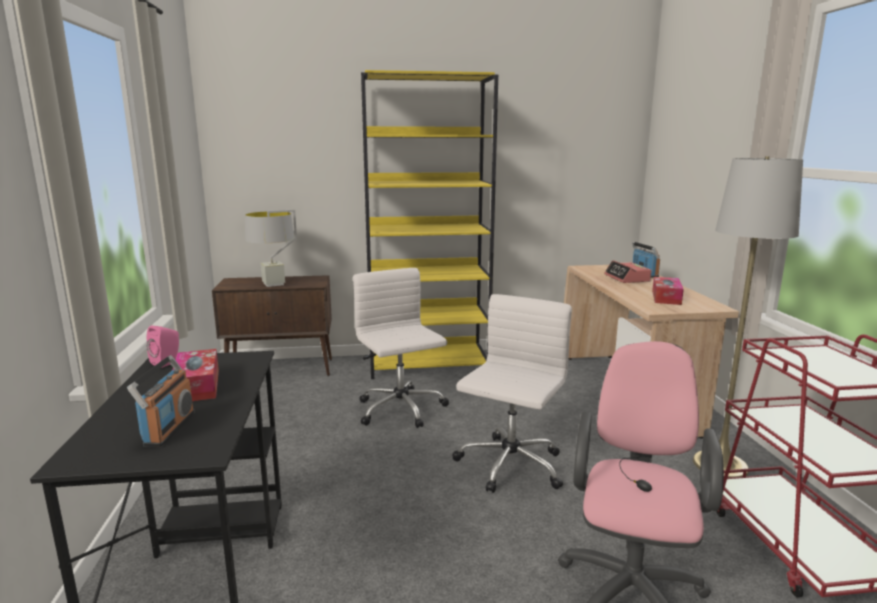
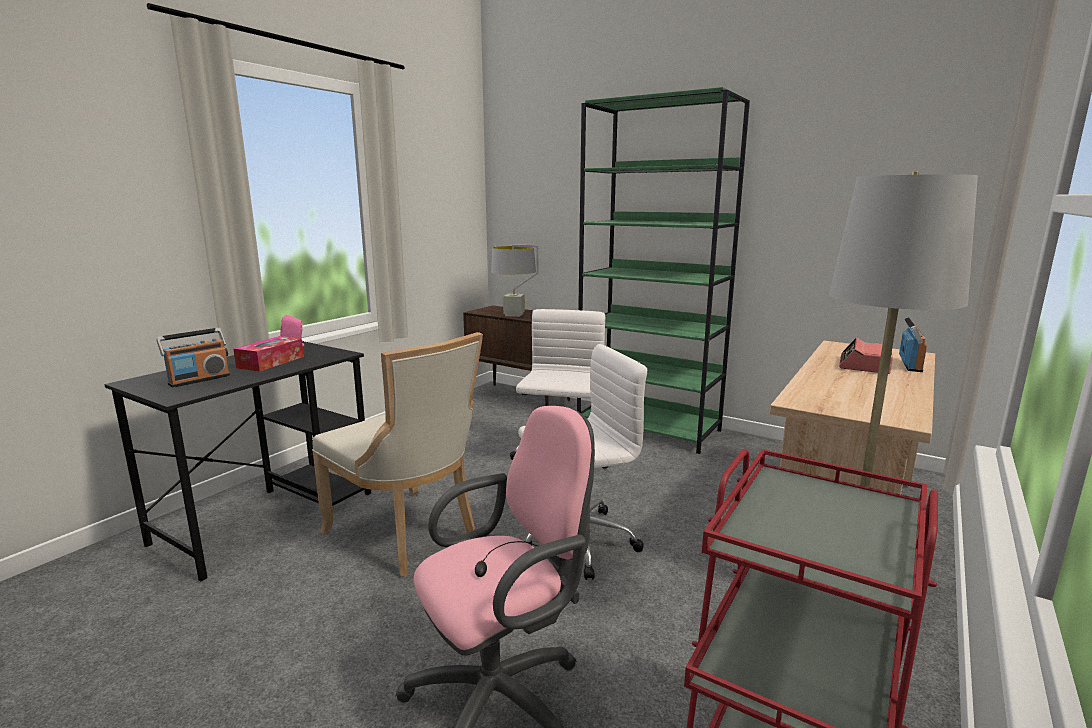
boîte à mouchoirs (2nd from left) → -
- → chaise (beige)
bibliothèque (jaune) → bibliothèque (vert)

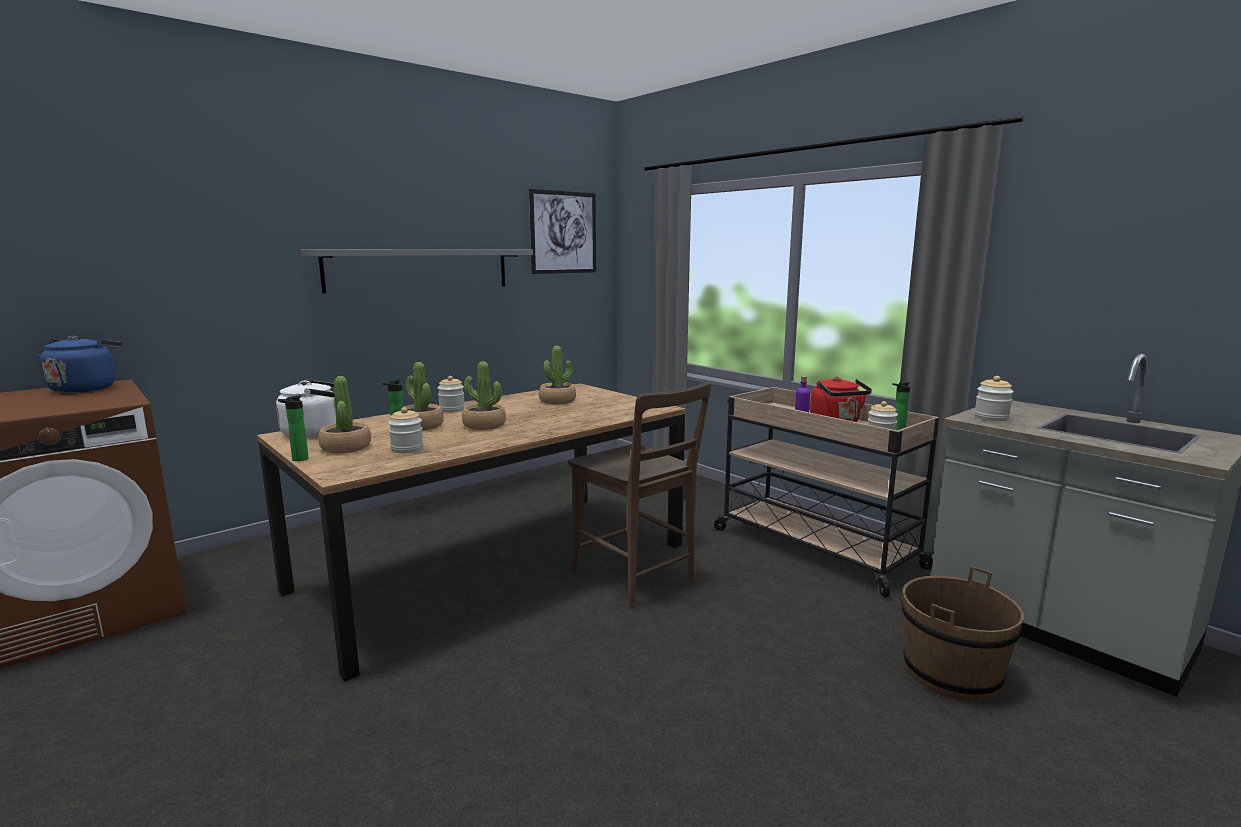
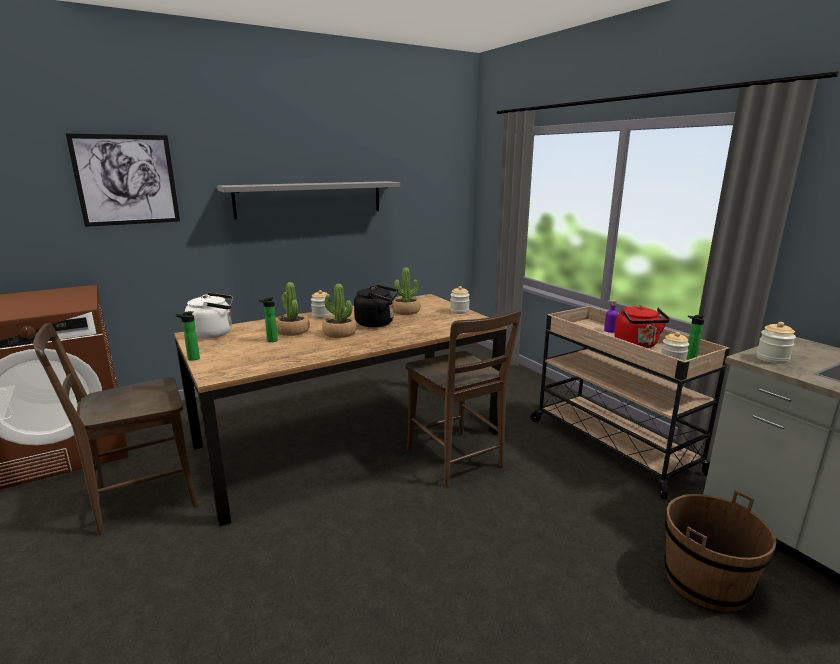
bouilloire (bleu) → -
plante en pot (1st from left) → -
- → chaise (marron) (1st from left)
- → bouilloire (noir)
bocal (1st from left in the first image) → bocal (2nd from left), moved
tableau, moved

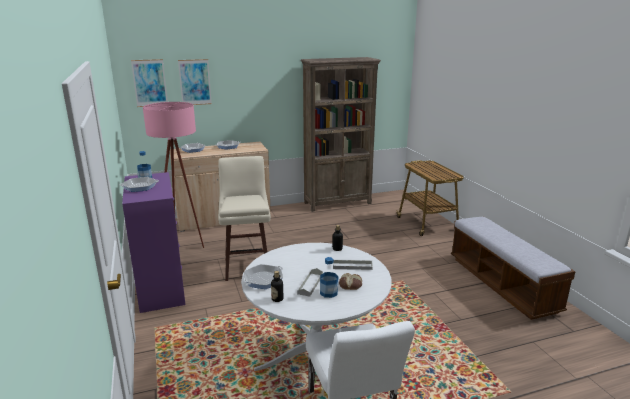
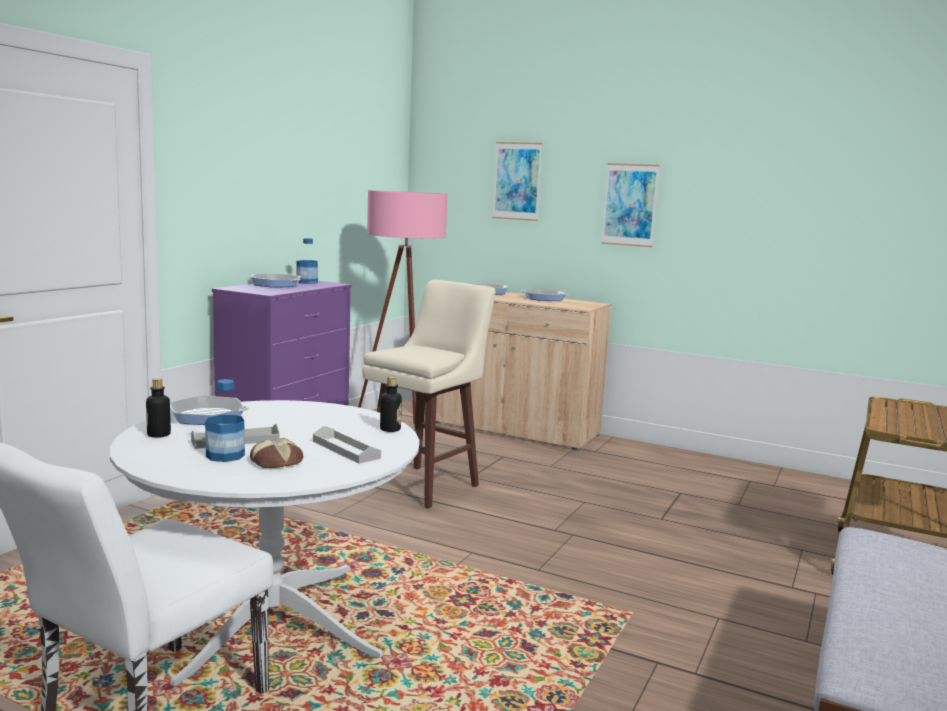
bibliothèque (marron) → -
tableau (1st from left in the first image) → tableau (2nd from left), moved

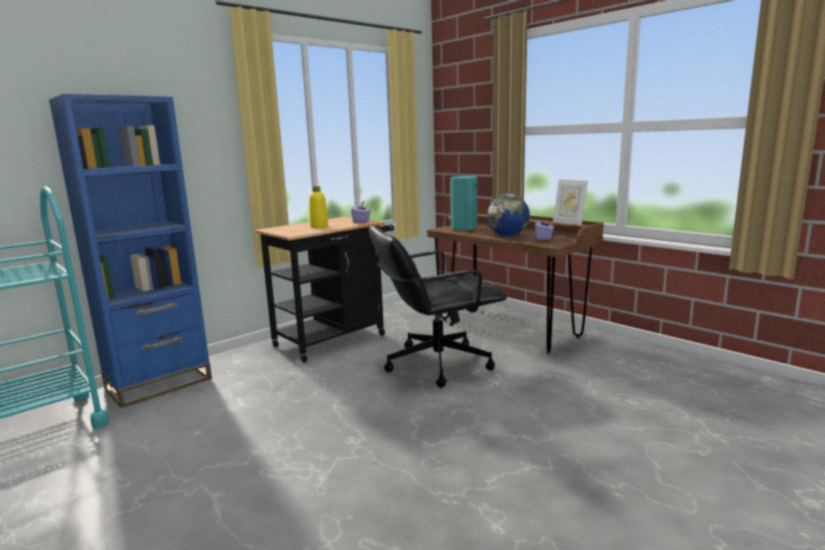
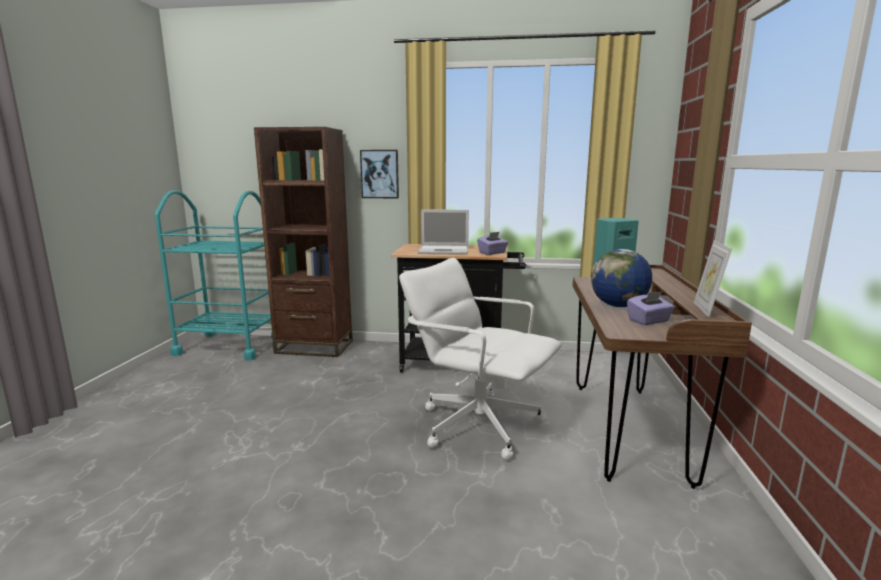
- → tableau
bouteille (jaune) → ordinateur portable
bibliothèque (bleu) → bibliothèque (marron)
chaise de bureau (noir) → chaise de bureau (blanc)

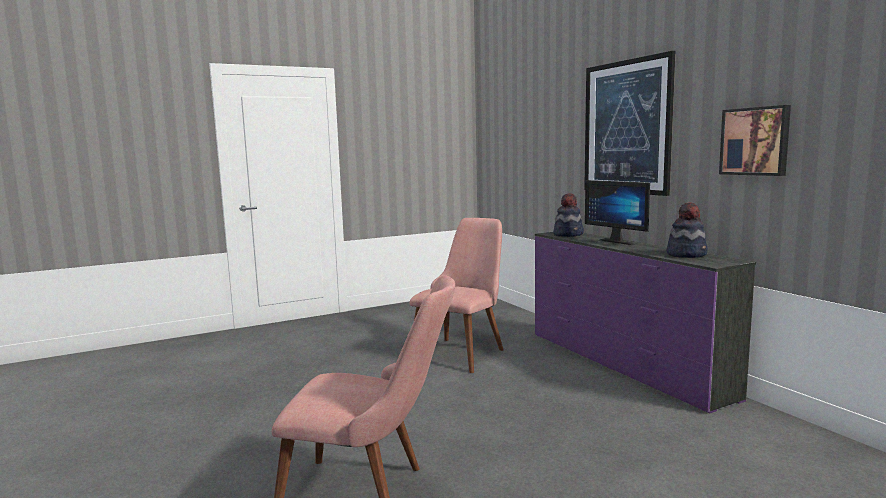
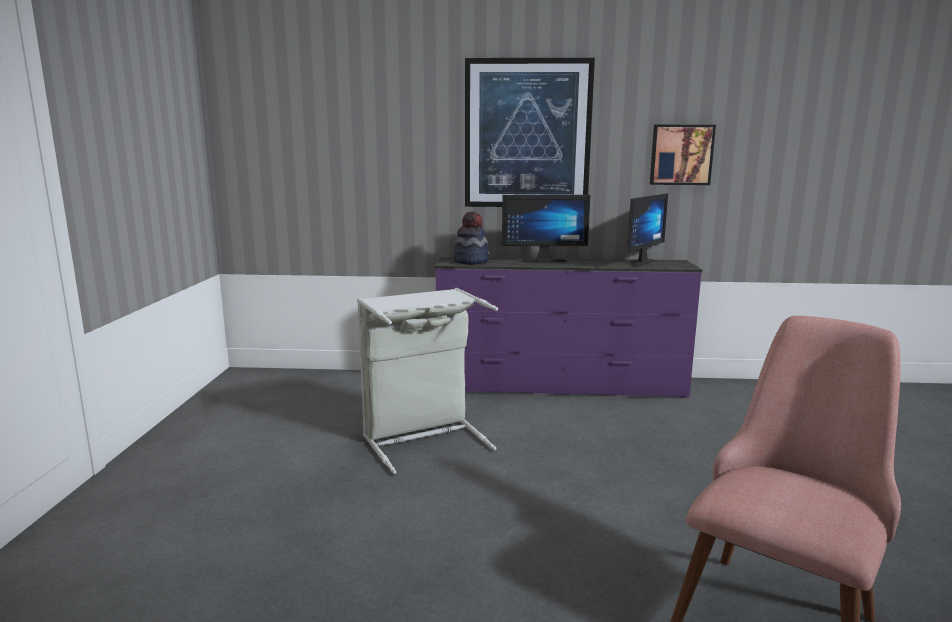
chaise (rose) (2nd from left) → panier à linge (gris)
chapeau (2nd from left) → écran d'ordinateur (2nd from left)

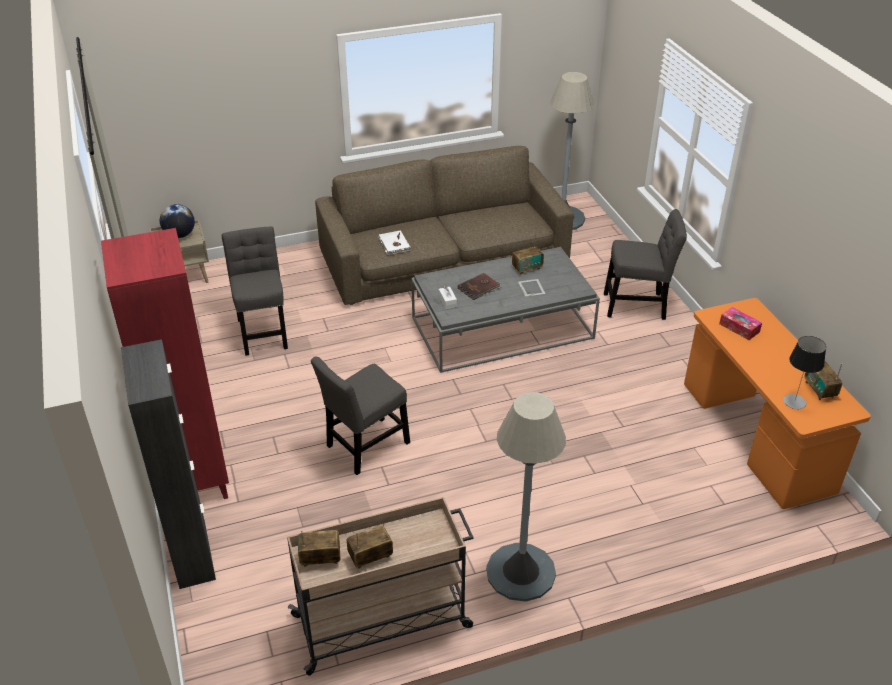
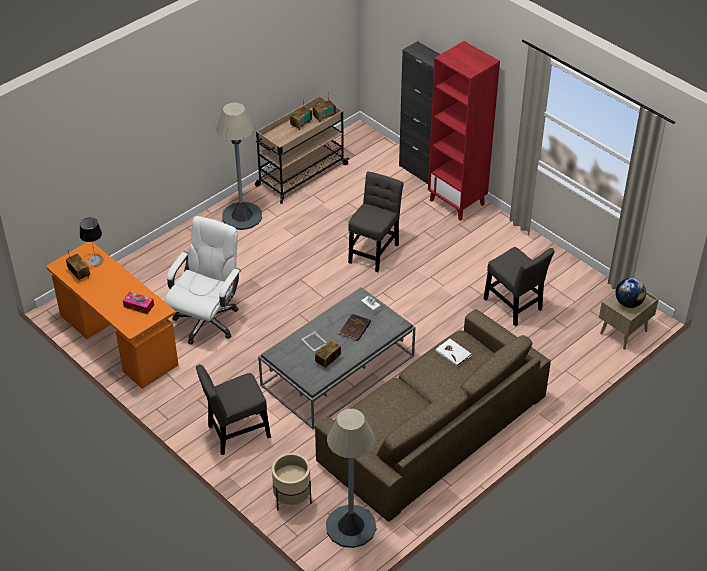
- → chaise de bureau (blanc)
- → cache-pot (beige)

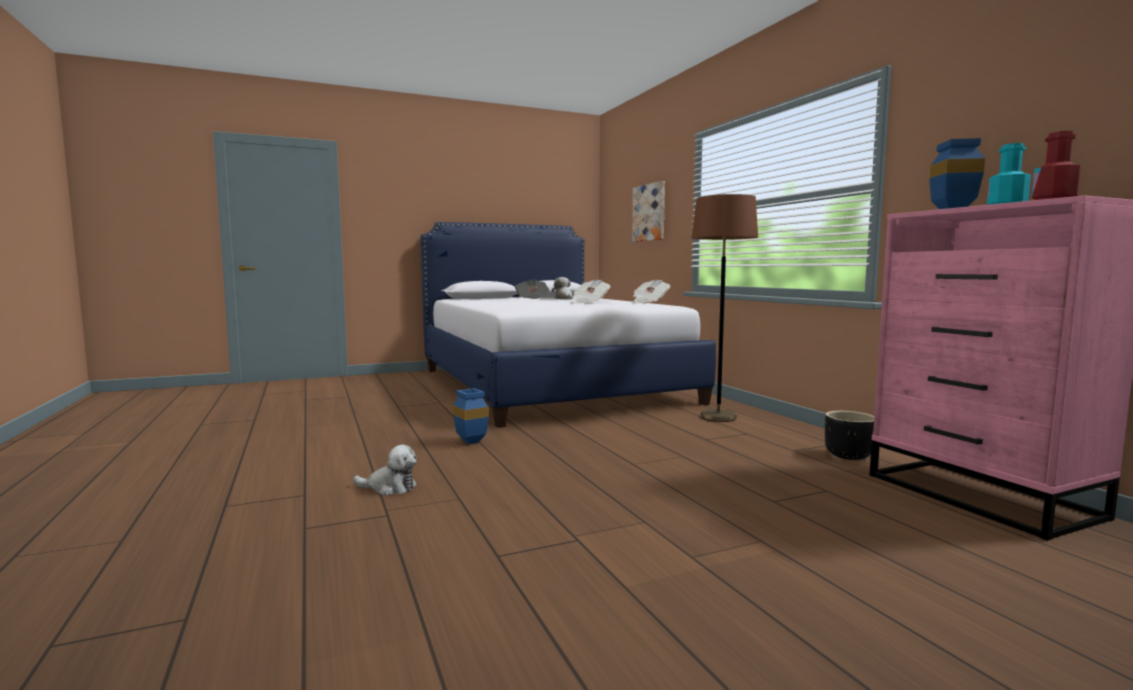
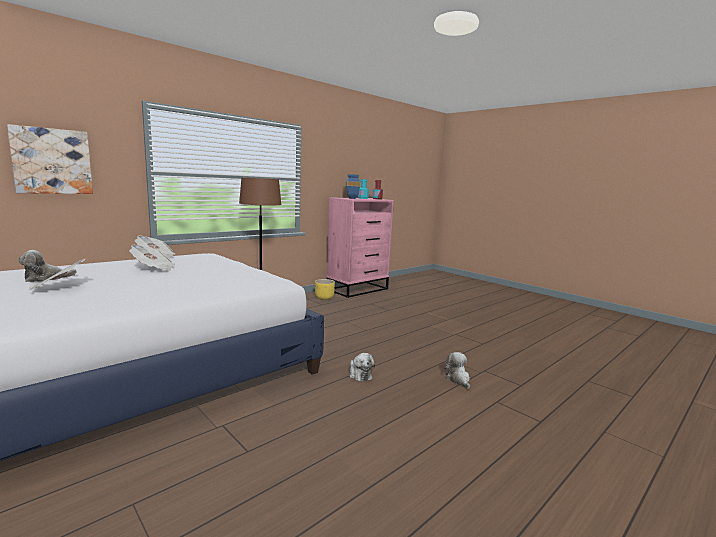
vase (bleu) (1st from left) → peluche (2nd from left)
cache-pot (noir) → cache-pot (jaune)

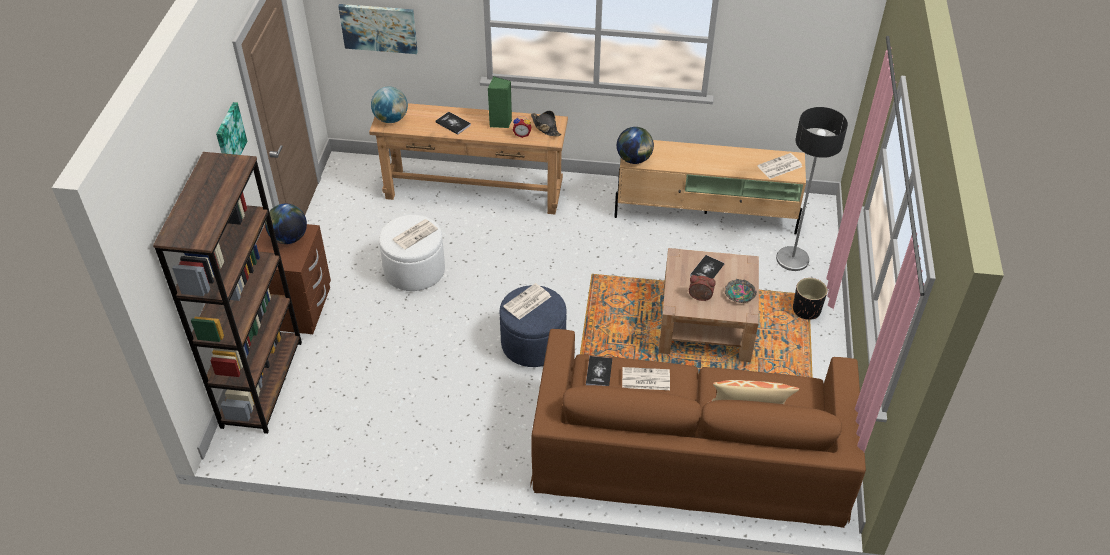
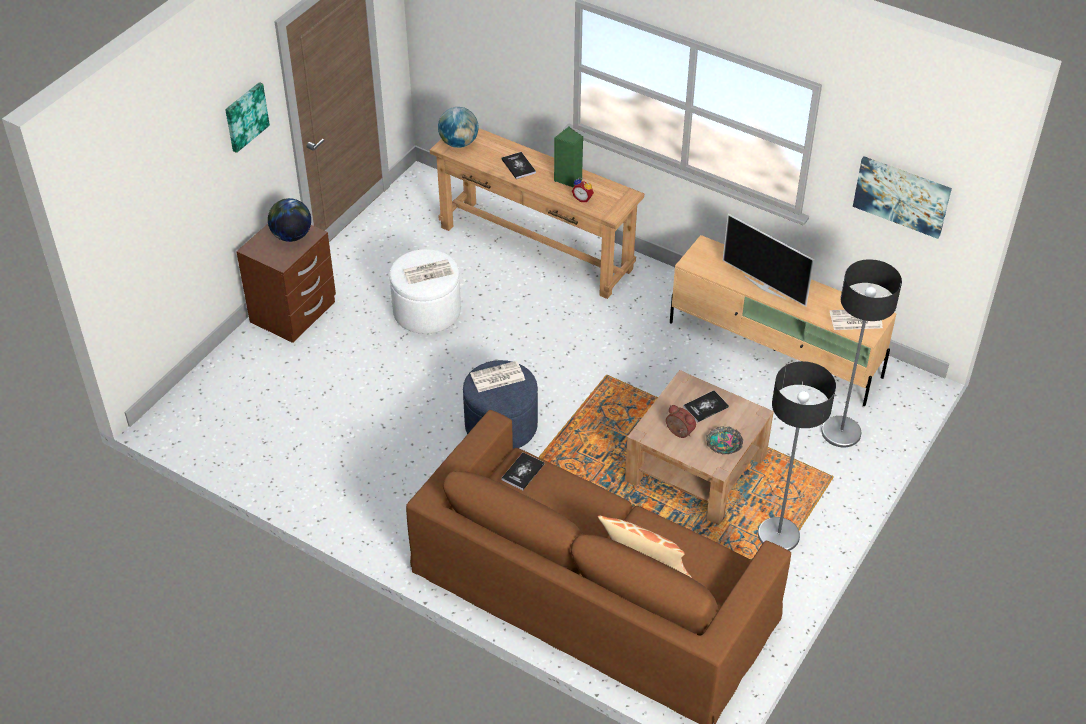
bibliothèque (marron) → -
chapeau (noir) → -
globe (3rd from left) → -
journal (3rd from left) → -
cache-pot (noir) → -
- → téléviseur
- → lampadaire (1st from left)
tableau (2nd from left), moved

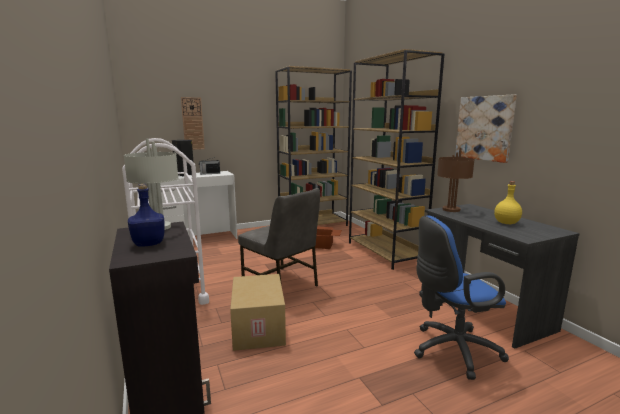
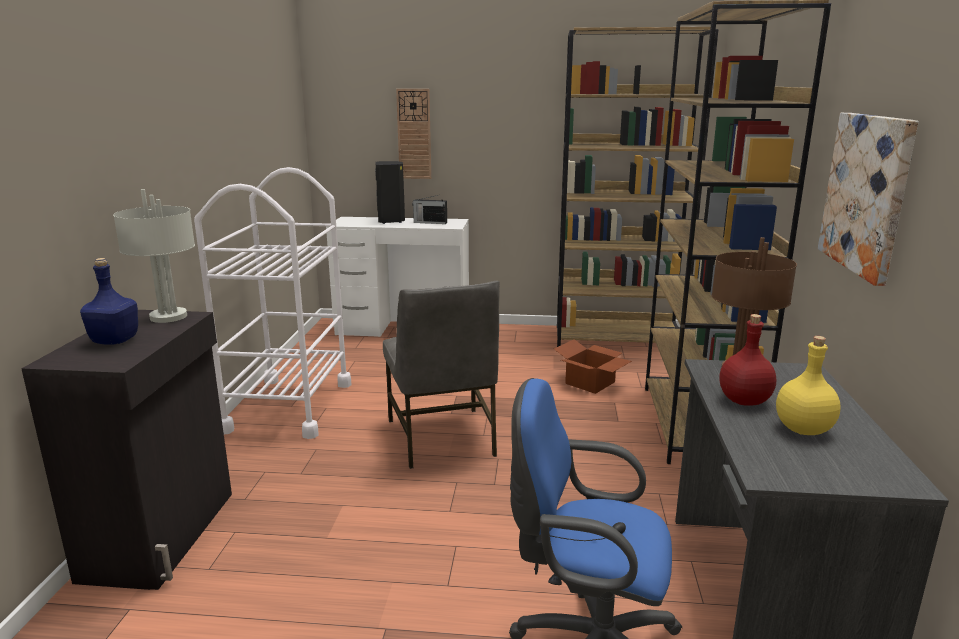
carton (1st from left) → -
- → bouteille (rouge)

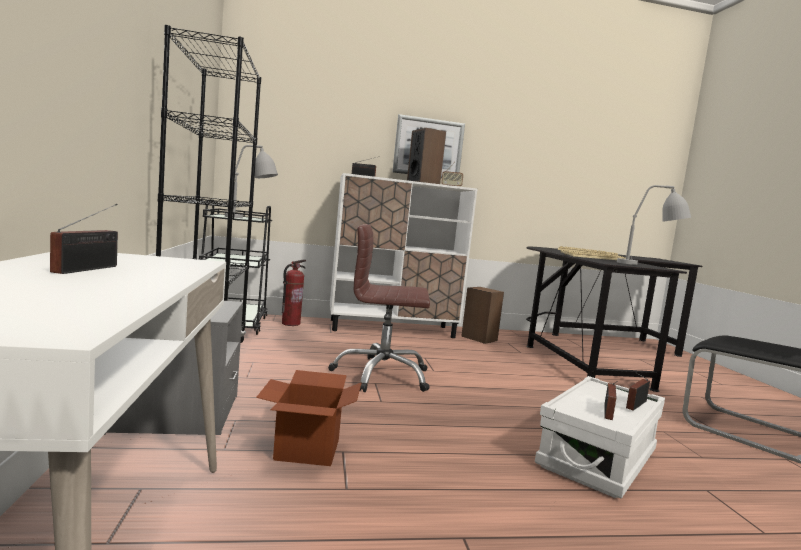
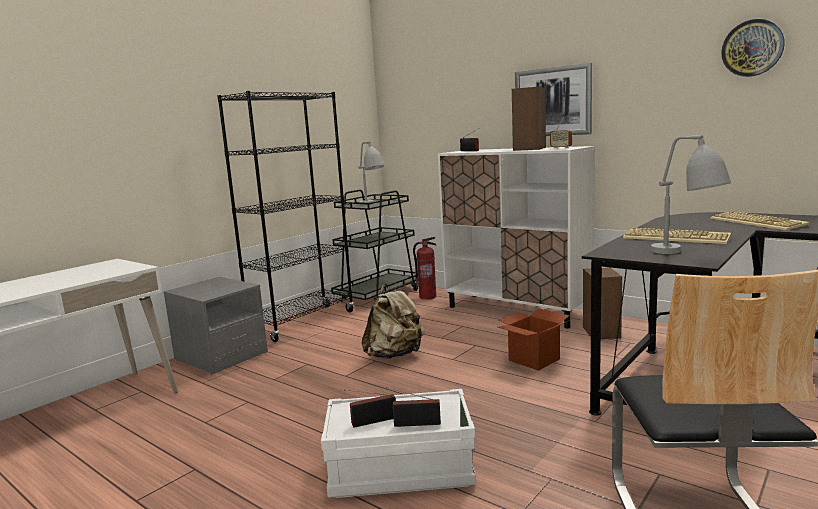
radio (1st from left) → -
- → horloge murale
carton, moved
chaise de bureau (marron) → sac à dos (beige)

